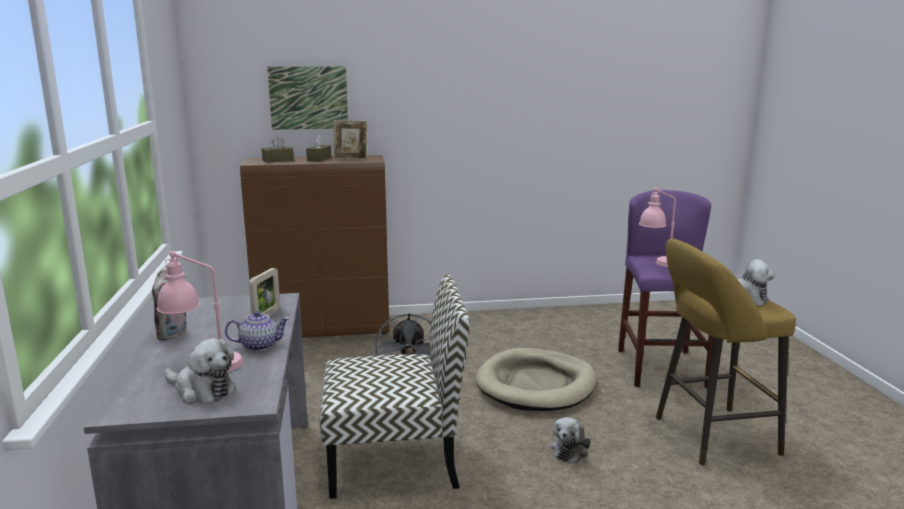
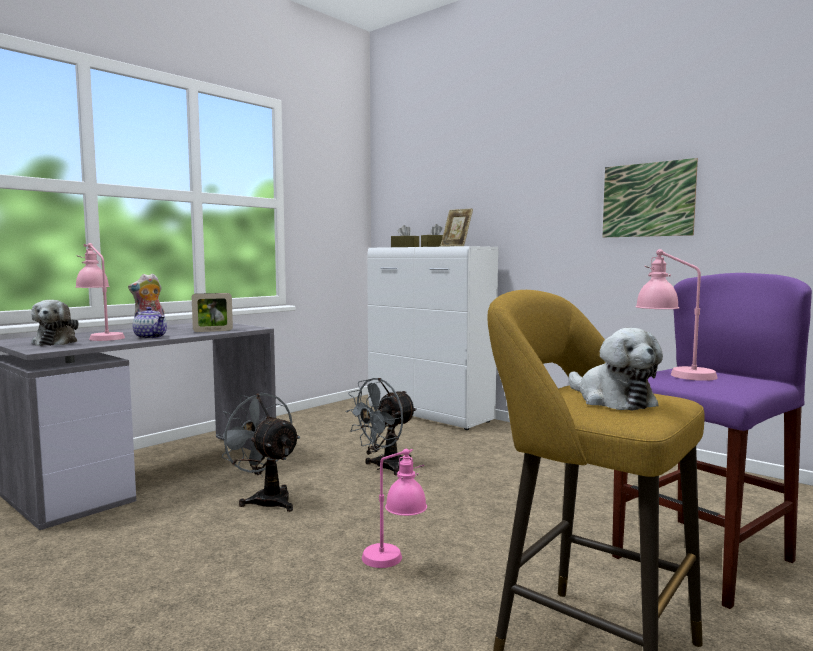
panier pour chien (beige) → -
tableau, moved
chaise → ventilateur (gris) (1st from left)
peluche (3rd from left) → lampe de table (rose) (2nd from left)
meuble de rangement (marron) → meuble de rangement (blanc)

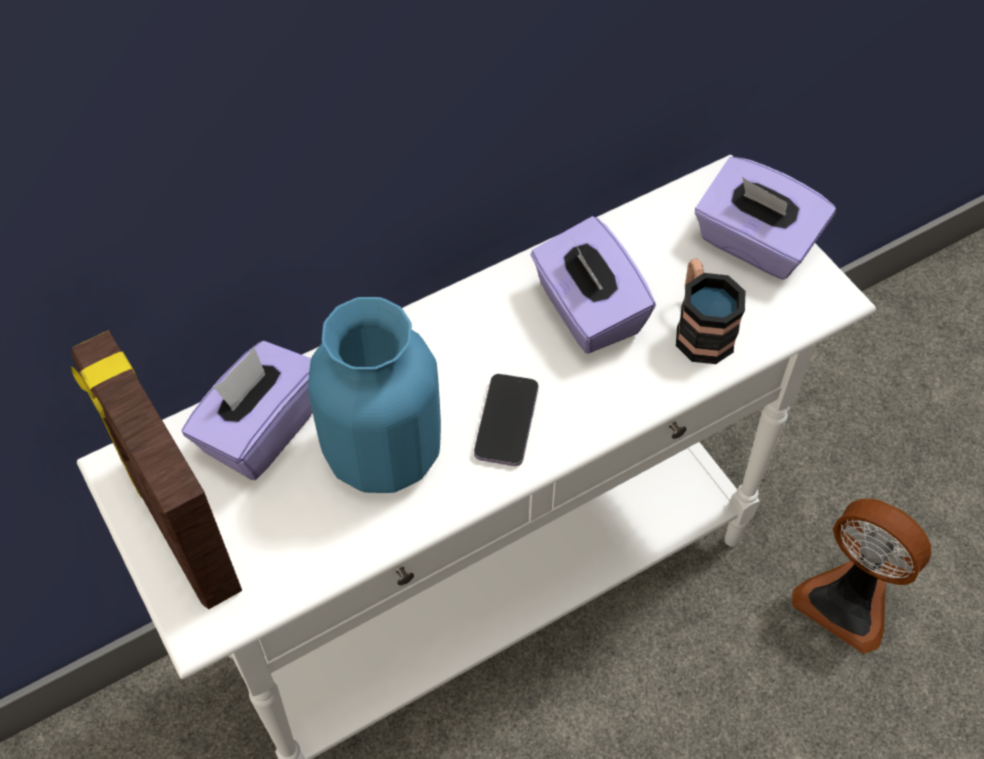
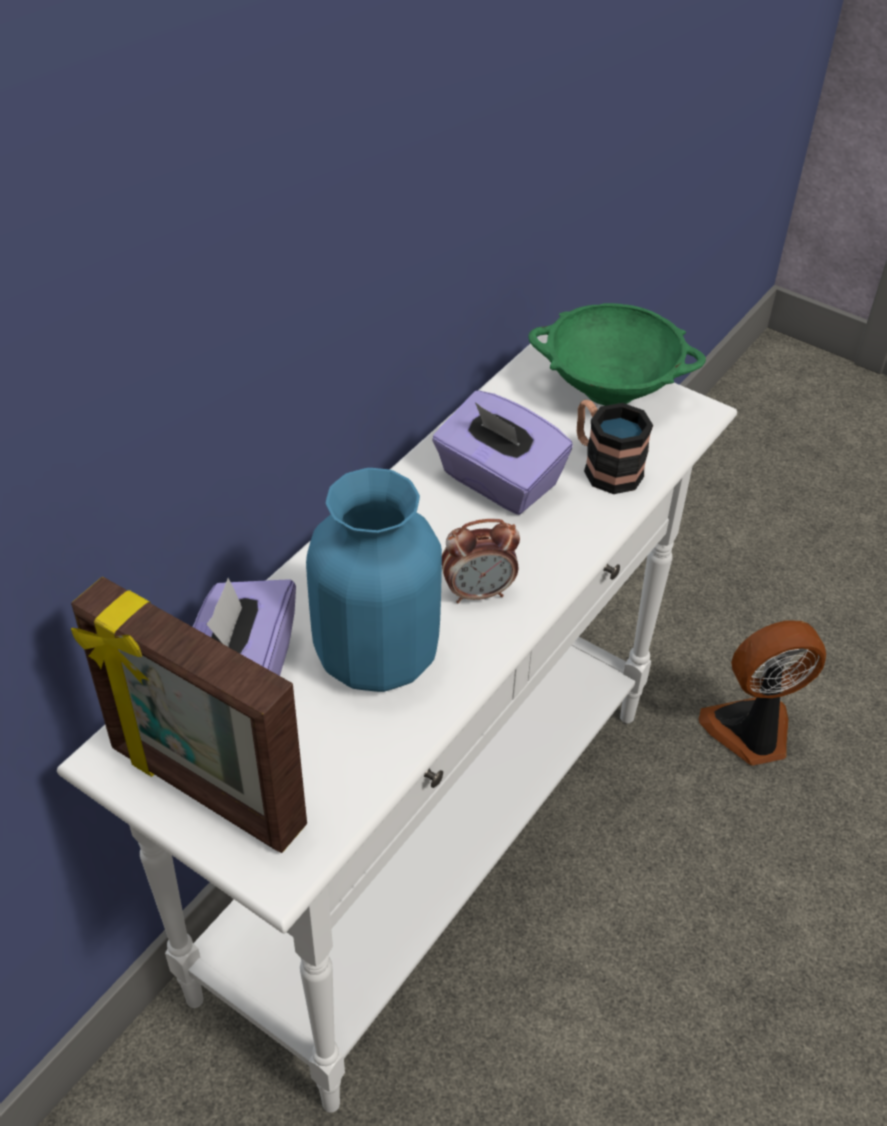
téléphone → réveil
boîte à mouchoirs (violet) (3rd from left) → bol (vert)
ventilateur, 150 degrees clockwise

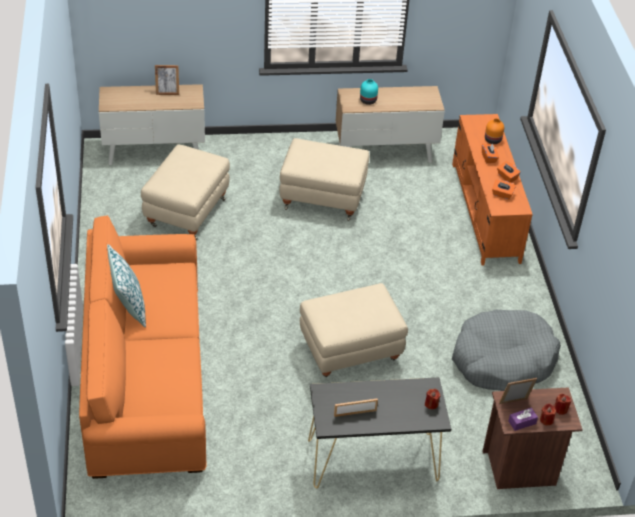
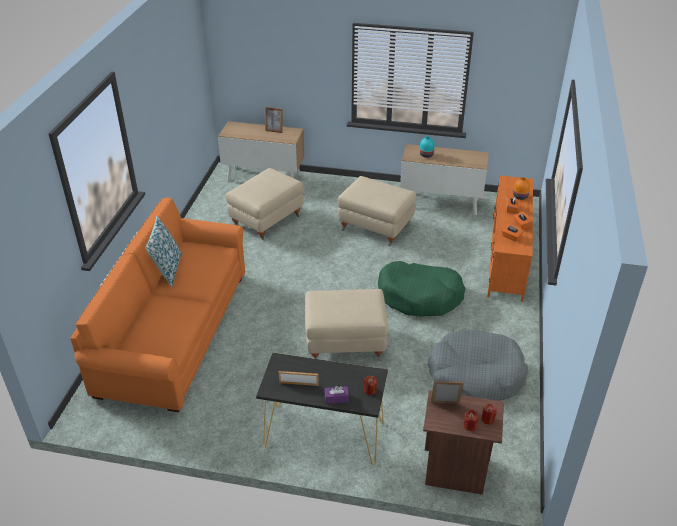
- → panier pour chien (vert)
boîte à mouchoirs (violet), moved

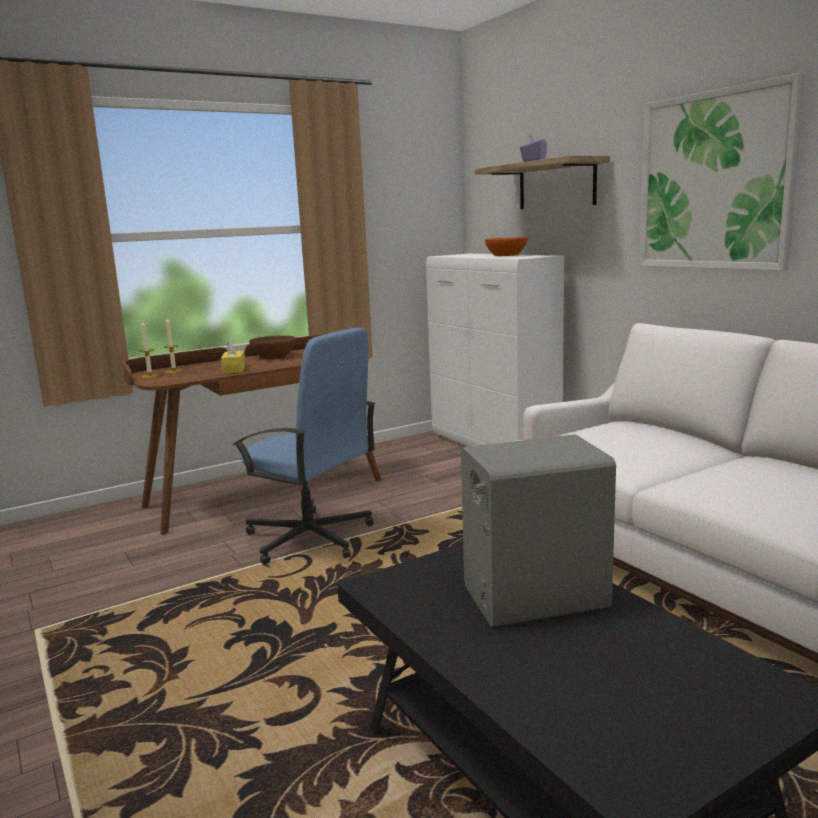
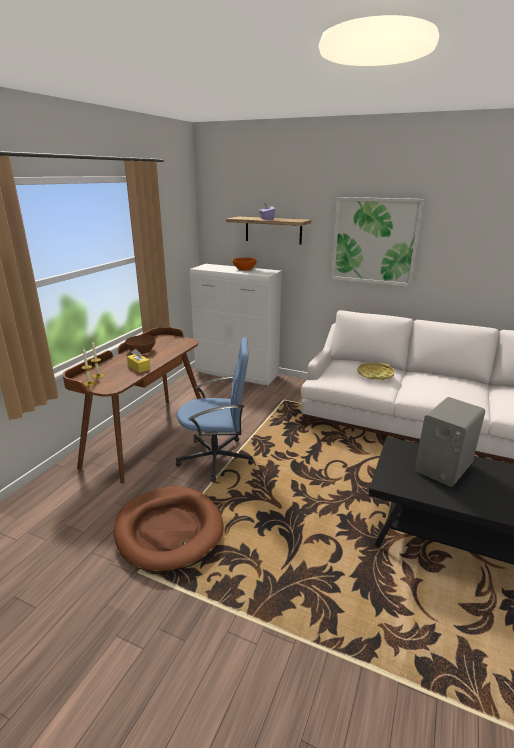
- → panier pour chien (marron)
- → plateau (jaune)

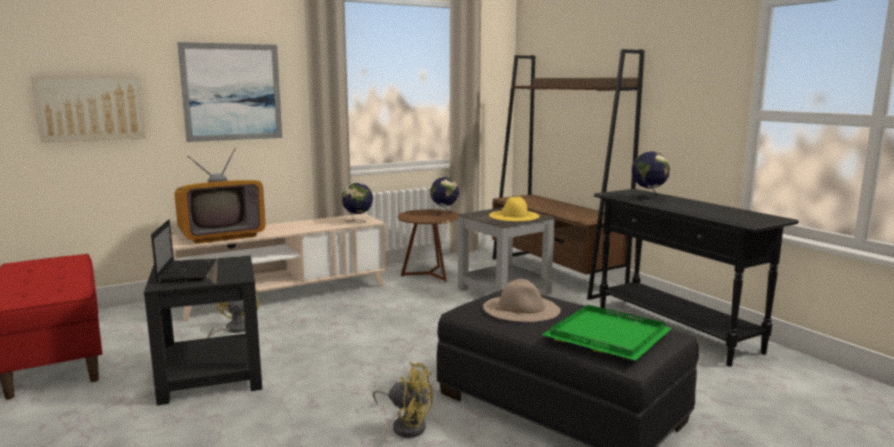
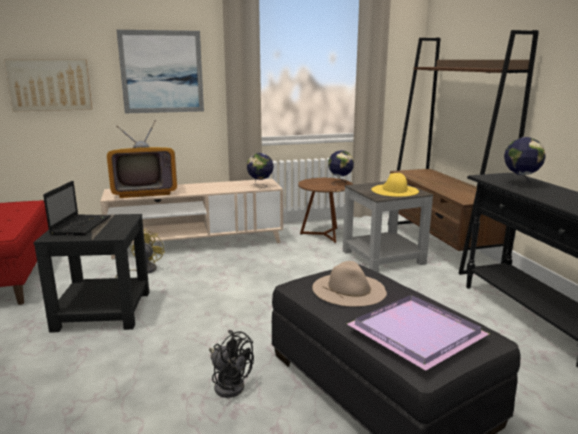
ventilateur (jaune) (2nd from left) → ventilateur (noir)
plateau (vert) → plateau (violet)

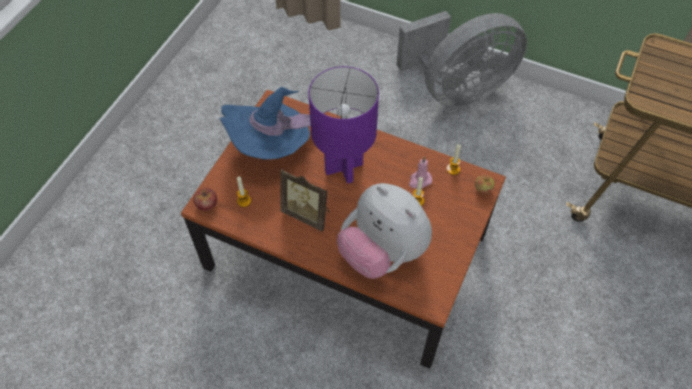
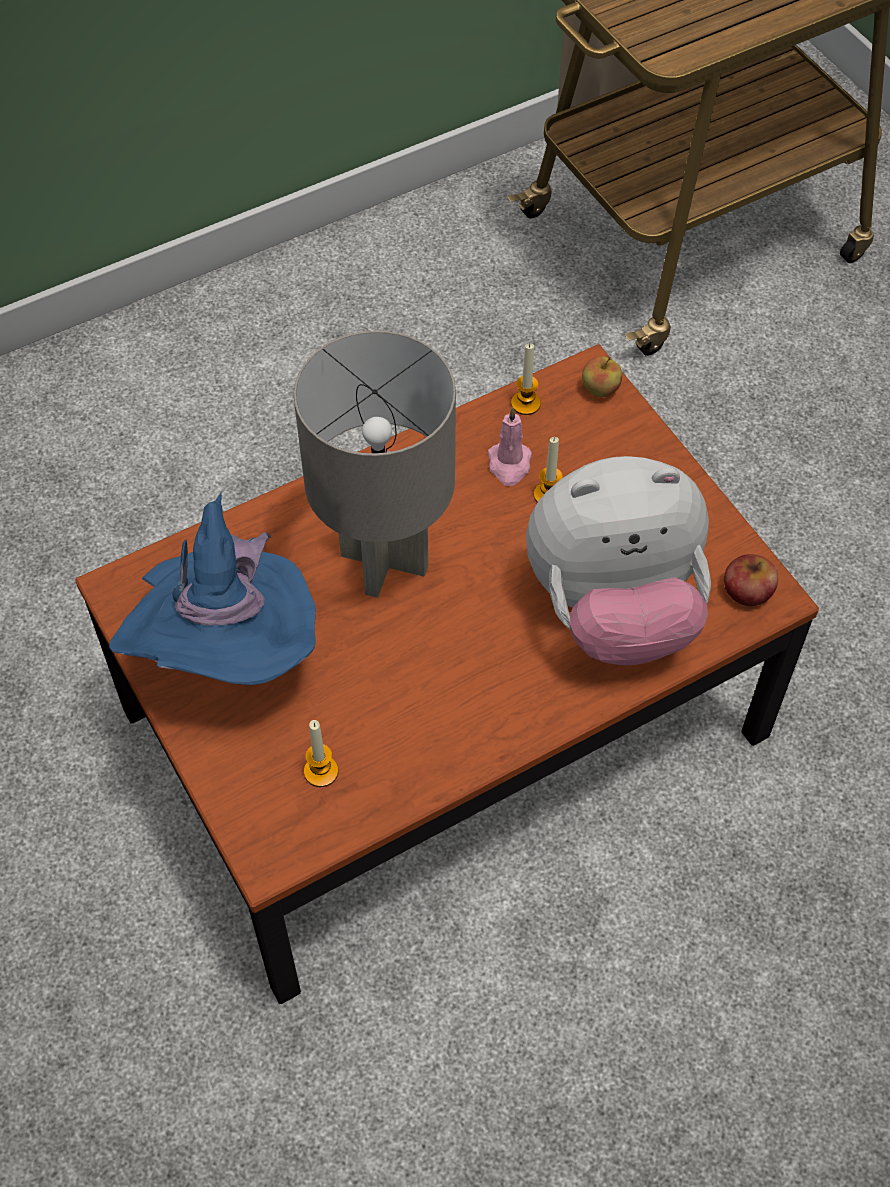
cadre photo → -
ventilateur (gris) → -
pomme (1st from left in the first image) → pomme (2nd from left), moved
lampe de table (violet) → lampe de table (gris)

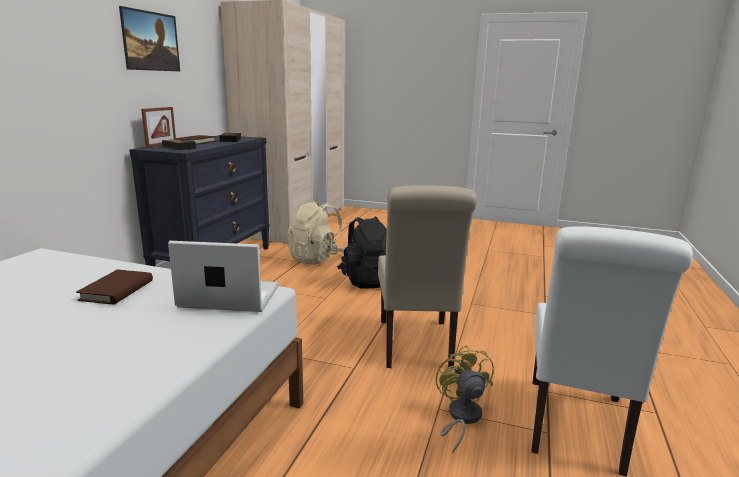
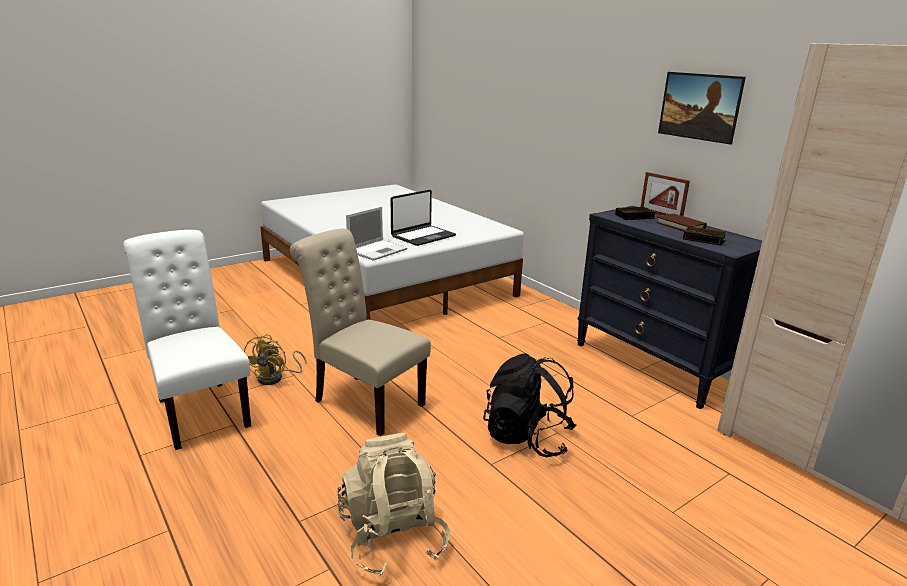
sac à dos (beige), moved
livre (marron) (1st from left) → ordinateur portable (2nd from left)
ventilateur (jaune), 75 degrees clockwise

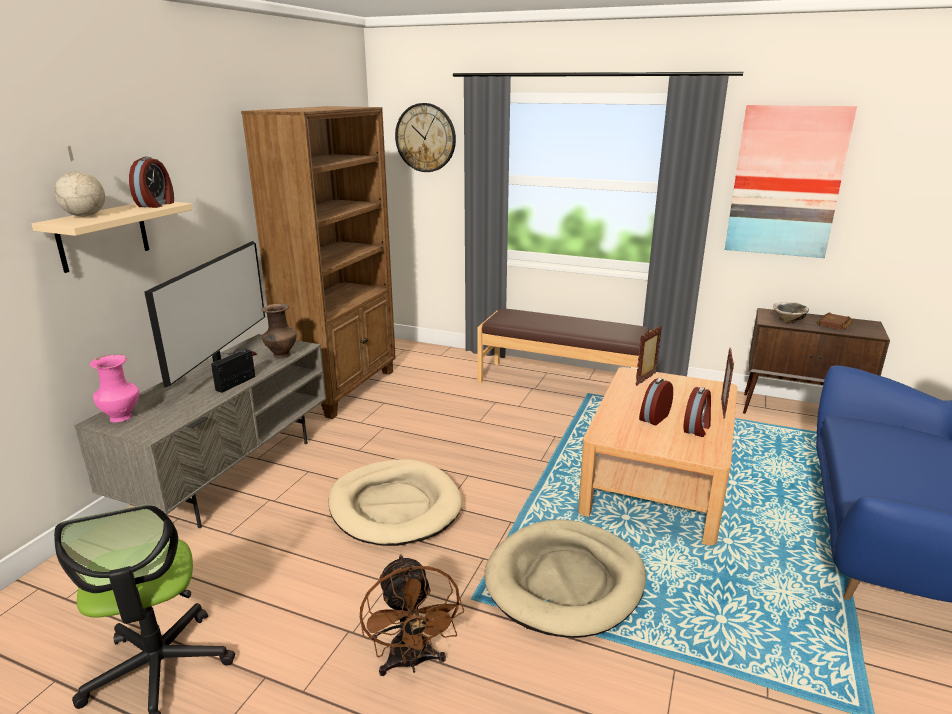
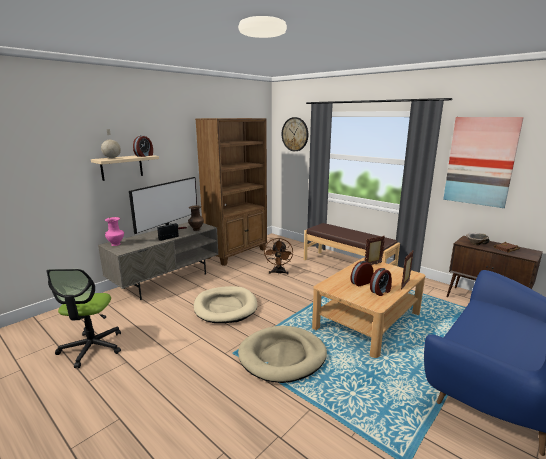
ventilateur (marron), moved

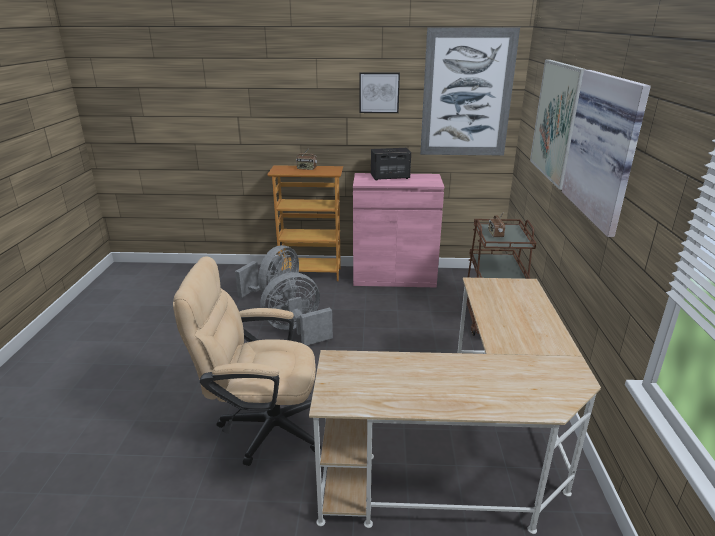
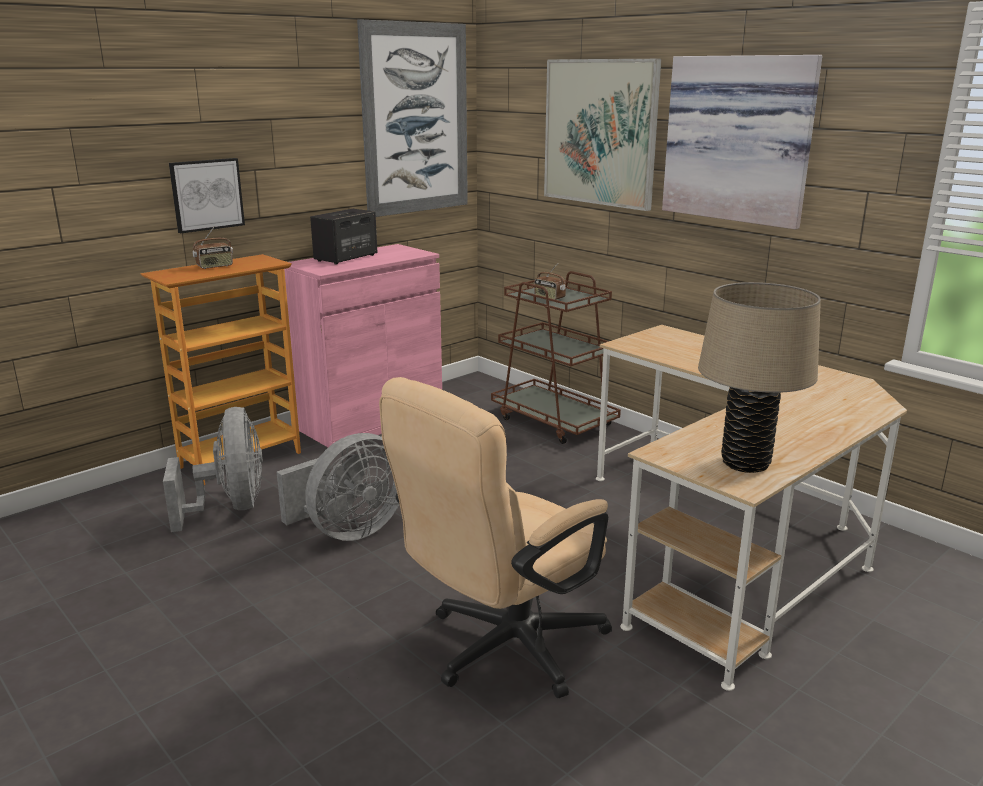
- → lampe de table (beige)
tableau (1st from left), moved
ventilateur (gris) (2nd from left), 150 degrees counterclockwise

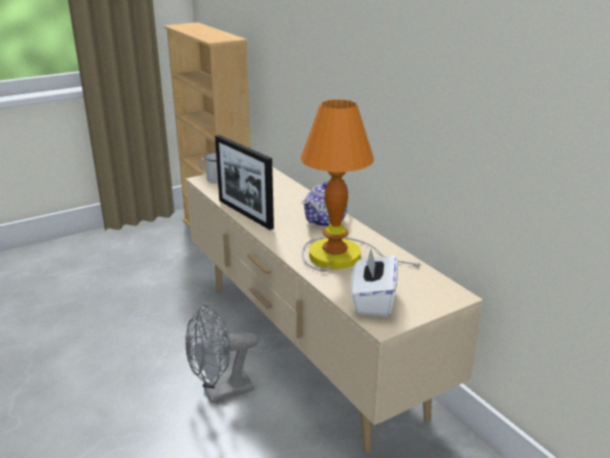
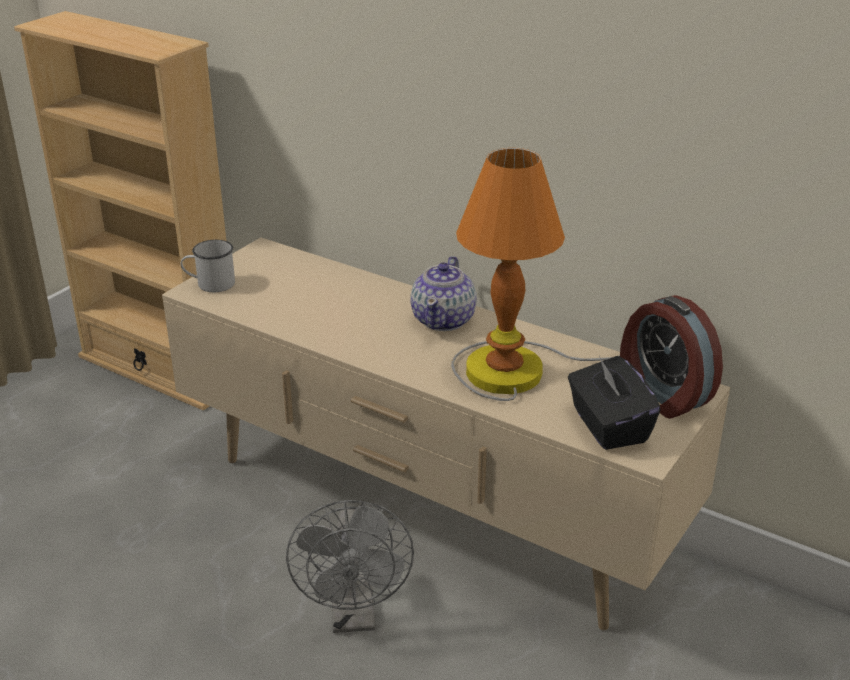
cadre photo → -
- → réveil
boîte à mouchoirs (blanc) → boîte à mouchoirs (noir)
ventilateur (gris), 45 degrees counterclockwise

